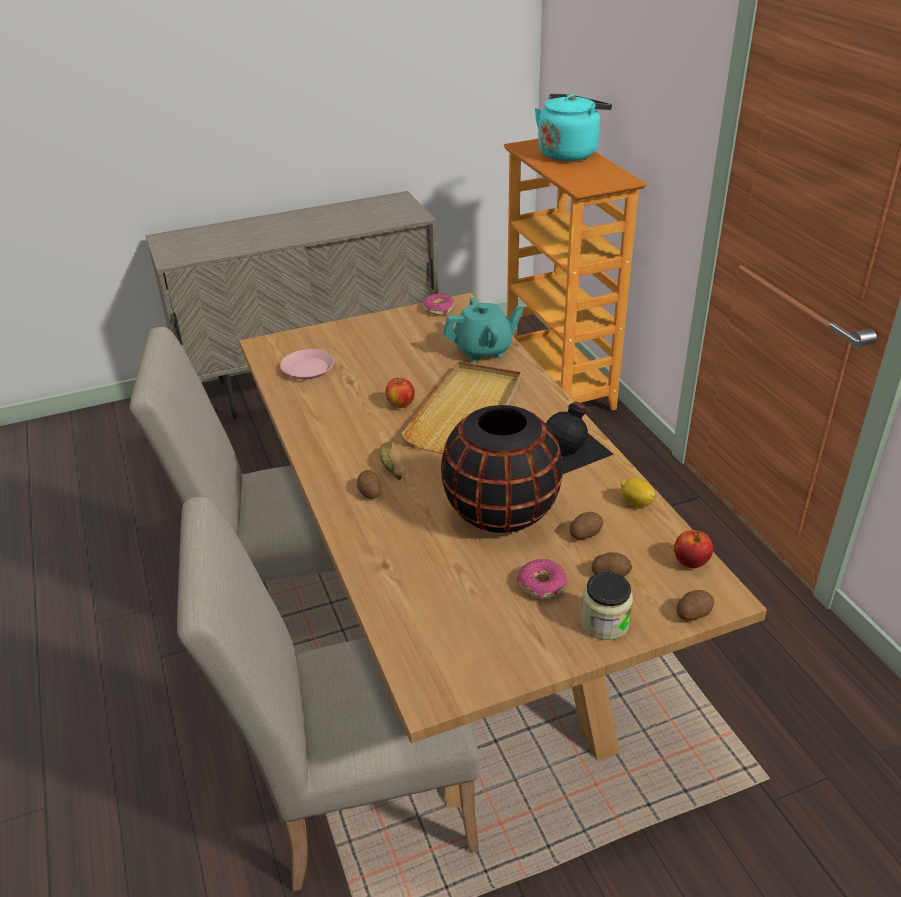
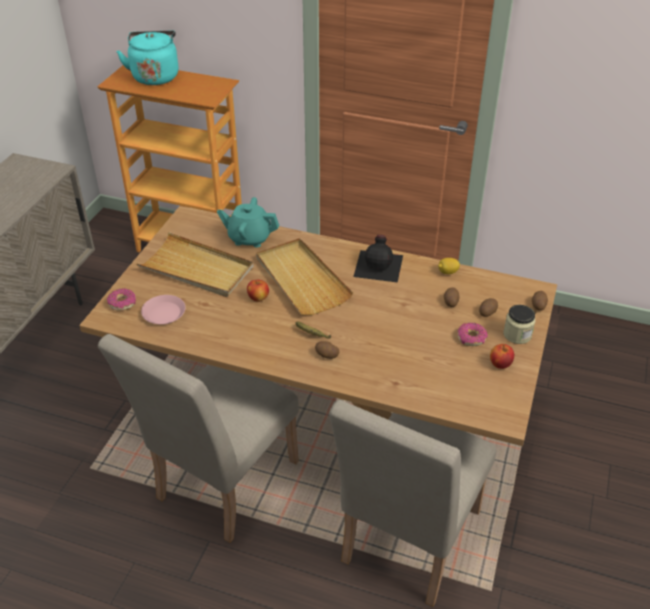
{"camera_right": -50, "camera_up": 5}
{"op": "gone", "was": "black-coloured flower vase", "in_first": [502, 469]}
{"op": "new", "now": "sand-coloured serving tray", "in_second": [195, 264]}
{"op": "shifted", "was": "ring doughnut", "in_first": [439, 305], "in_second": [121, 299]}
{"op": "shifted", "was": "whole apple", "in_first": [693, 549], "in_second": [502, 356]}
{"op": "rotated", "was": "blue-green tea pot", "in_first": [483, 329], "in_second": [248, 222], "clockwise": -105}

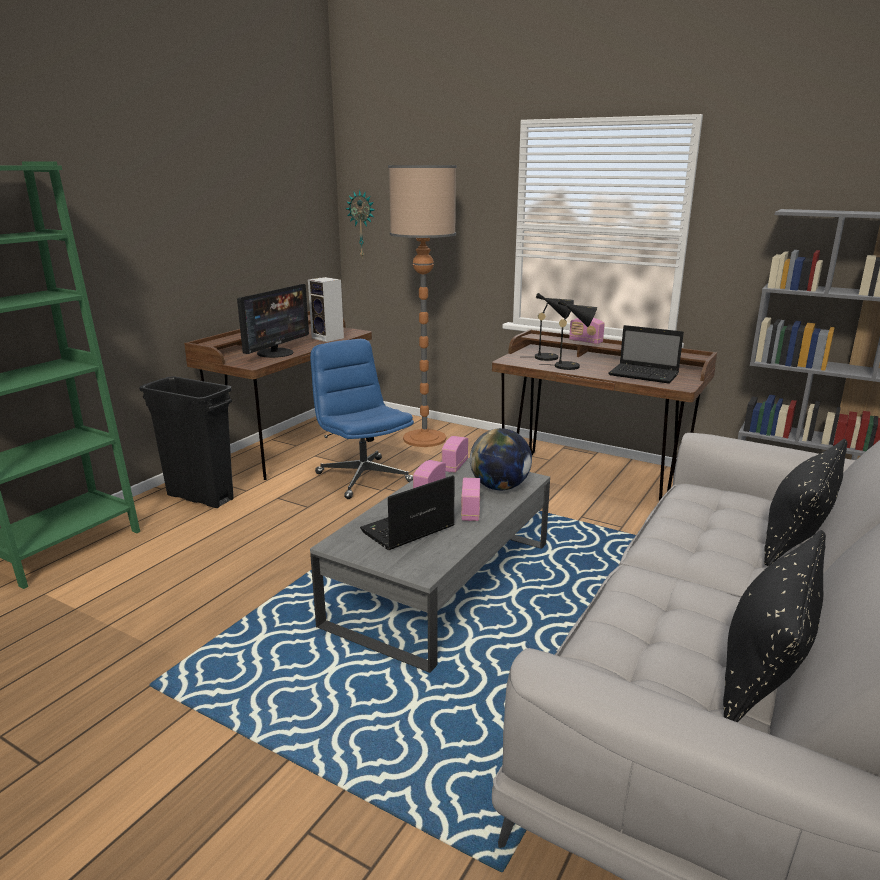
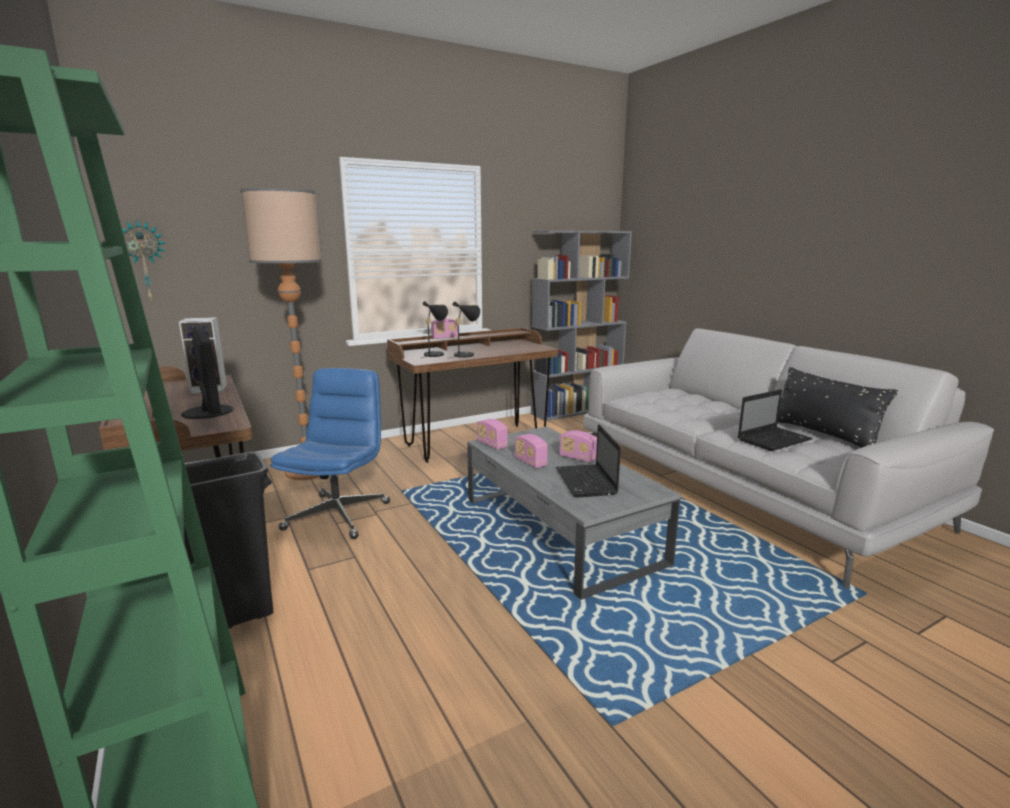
{"camera_right": -60, "camera_up": -5}
{"op": "gone", "was": "desk globe", "in_first": [501, 459]}
{"op": "gone", "was": "black-coloured throw pillow", "in_first": [805, 502]}
{"op": "shifted", "was": "notebook computer", "in_first": [646, 354], "in_second": [775, 420]}
{"op": "rotated", "was": "blue desk chair", "in_first": [362, 419], "in_second": [330, 453], "clockwise": 105}

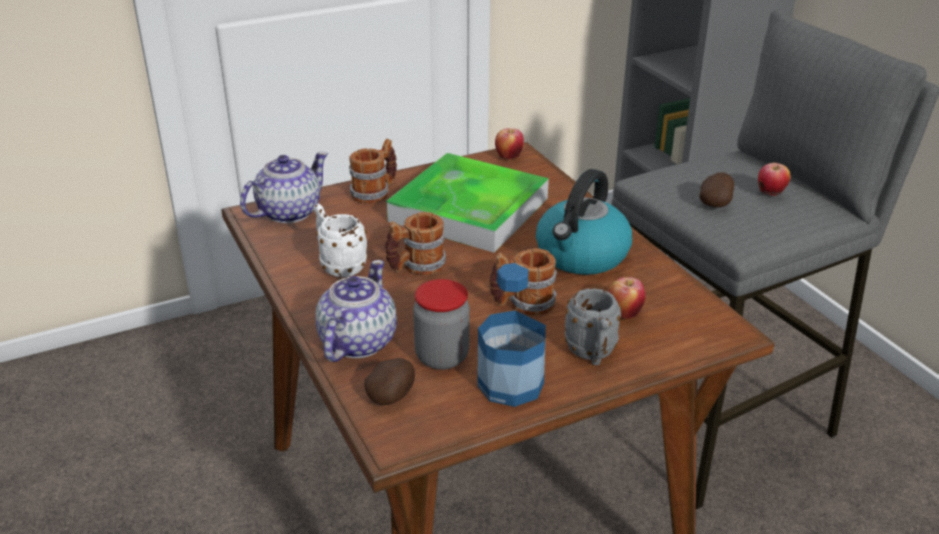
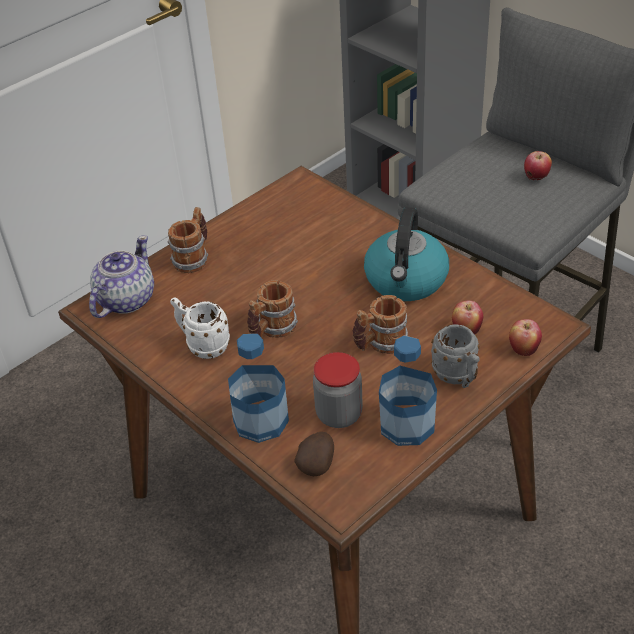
{"camera_right": -15, "camera_up": 10}
{"op": "gone", "was": "serving tray", "in_first": [468, 203]}
{"op": "gone", "was": "whole potato", "in_first": [717, 189]}
{"op": "shifted", "was": "whole apple", "in_first": [509, 144], "in_second": [525, 337]}
{"op": "swapped", "was": "tea pot", "now": "drink bottle", "in_first": [356, 311], "in_second": [258, 388]}

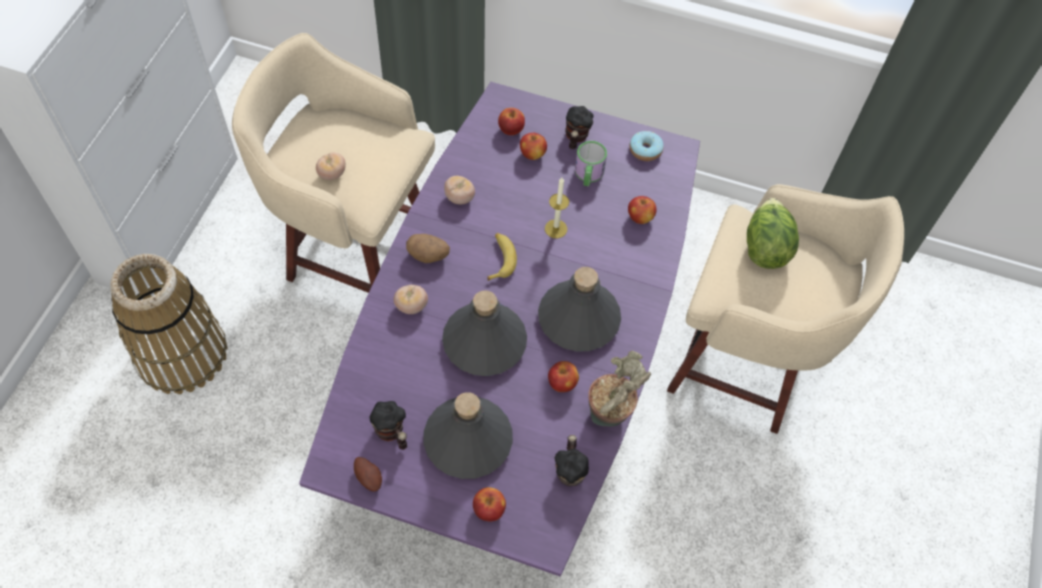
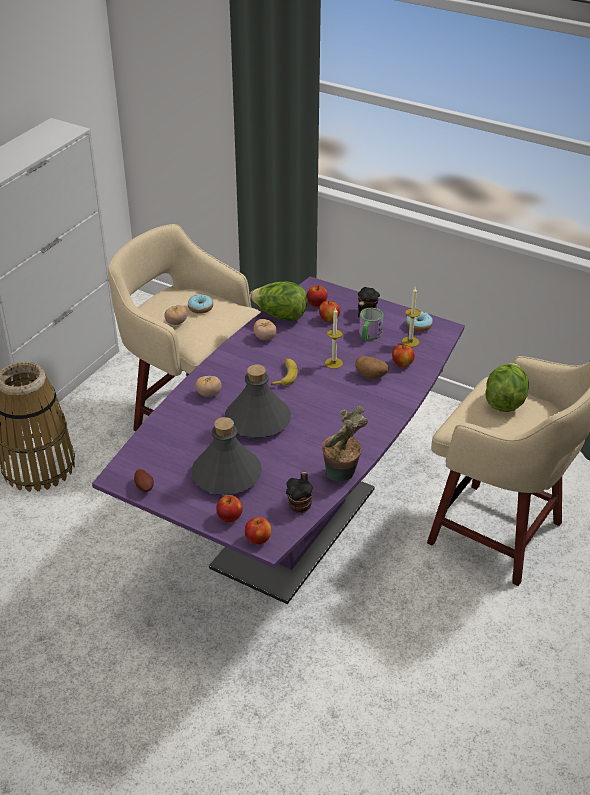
{"camera_right": 15, "camera_up": -20}
{"op": "gone", "was": "coffee mug", "in_first": [388, 425]}
{"op": "gone", "was": "greyish drink bottle", "in_first": [579, 309]}
{"op": "new", "now": "ring doughnut", "in_second": [200, 304]}
{"op": "new", "now": "lettuce", "in_second": [278, 301]}
{"op": "new", "now": "wax light", "in_second": [411, 317]}
{"op": "shifted", "was": "whole potato", "in_first": [428, 248], "in_second": [372, 367]}
{"op": "shifted", "was": "whole apple", "in_first": [563, 376], "in_second": [258, 531]}

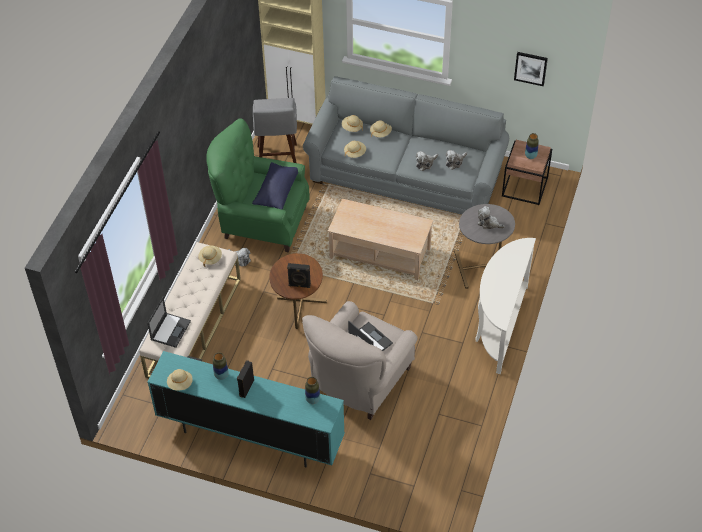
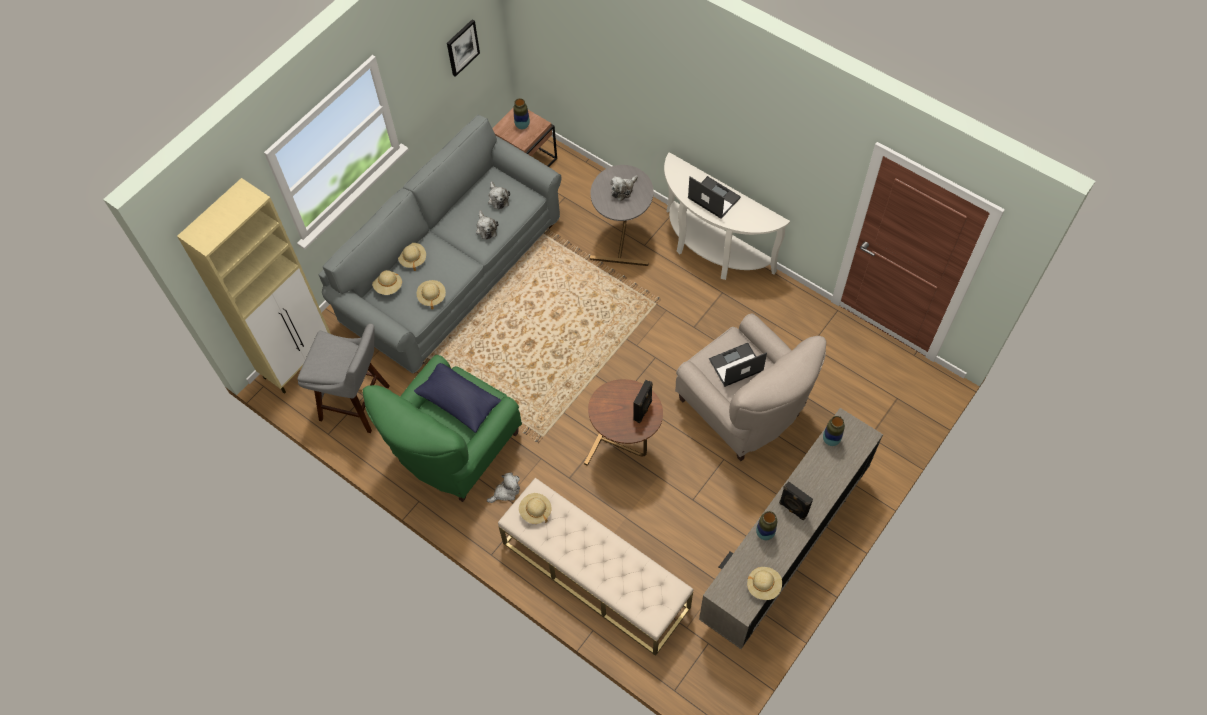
{"camera_right": -70, "camera_up": 10}
{"op": "gone", "was": "sand-coloured coffee table", "in_first": [380, 239]}
{"op": "shifted", "was": "notebook computer", "in_first": [169, 322], "in_second": [714, 197]}
{"op": "repainted", "was": "blue-green tv unit", "now": "sand-coloured tv unit", "in_first": [246, 409], "in_second": [791, 528]}

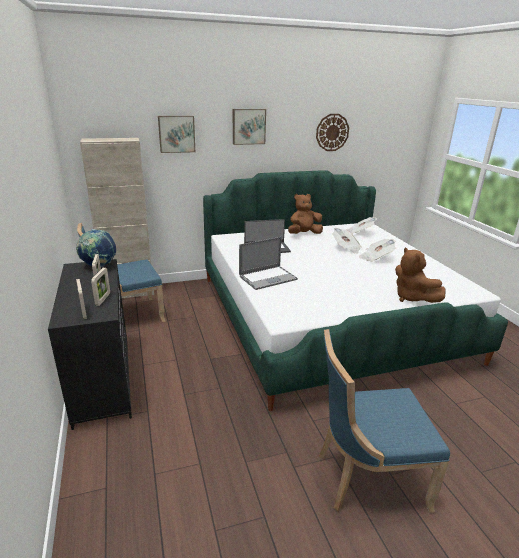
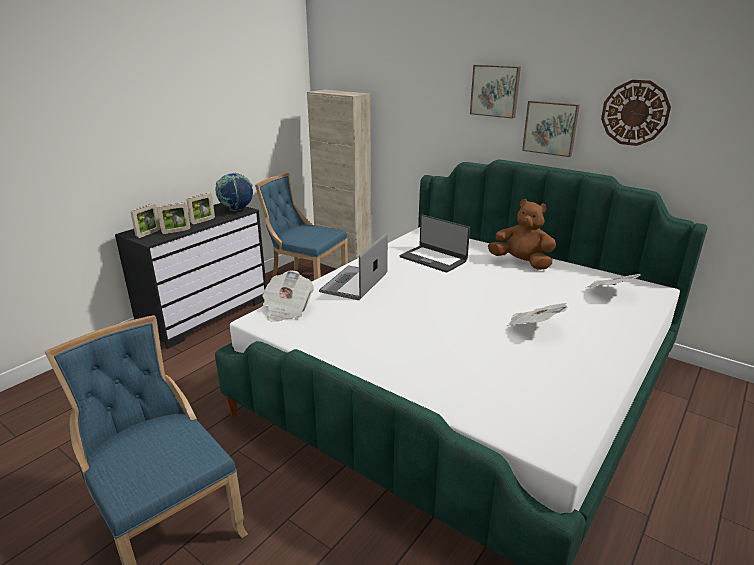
{"camera_right": 55, "camera_up": 0}
{"op": "gone", "was": "brown-coloured plush toy", "in_first": [420, 275]}
{"op": "shifted", "was": "wall art", "in_first": [176, 134], "in_second": [551, 128]}
{"op": "shifted", "was": "newspaper", "in_first": [347, 241], "in_second": [288, 296]}
{"op": "rotated", "was": "notebook computer", "in_first": [268, 263], "in_second": [353, 266], "clockwise": 90}

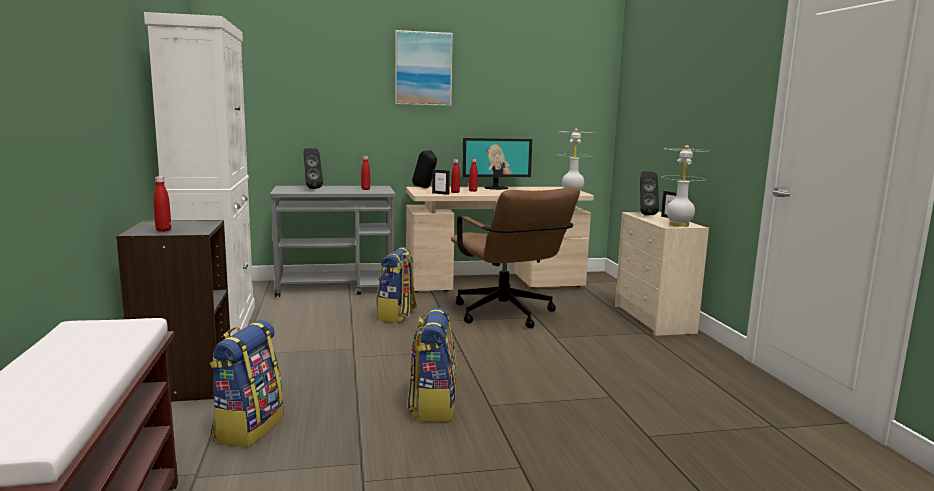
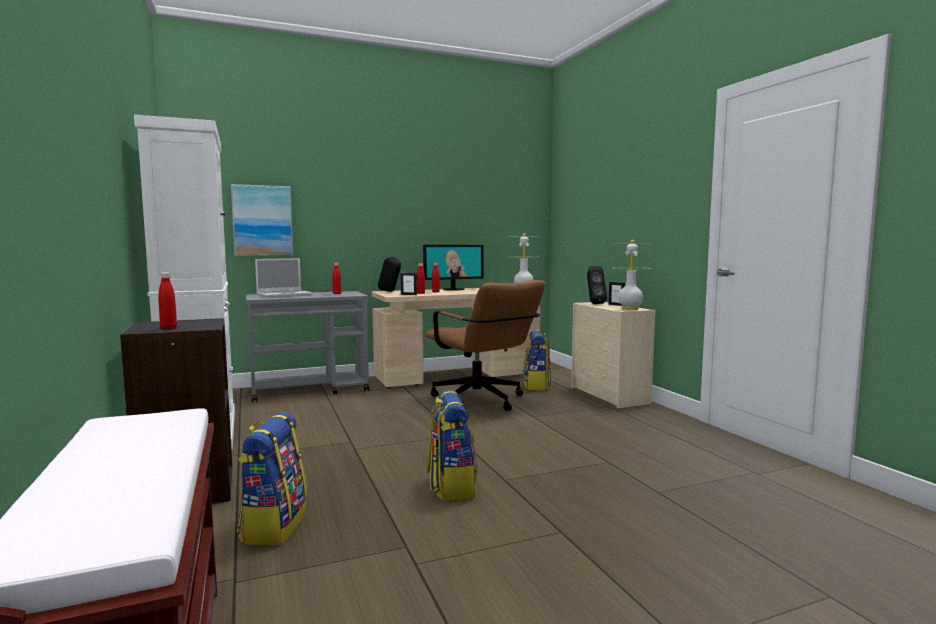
{"camera_right": -10, "camera_up": -5}
{"op": "shifted", "was": "backpack", "in_first": [396, 285], "in_second": [537, 360]}
{"op": "shifted", "was": "wall art", "in_first": [424, 68], "in_second": [262, 220]}
{"op": "swapped", "was": "black-coloured audio speaker", "now": "notebook computer", "in_first": [313, 168], "in_second": [283, 278]}

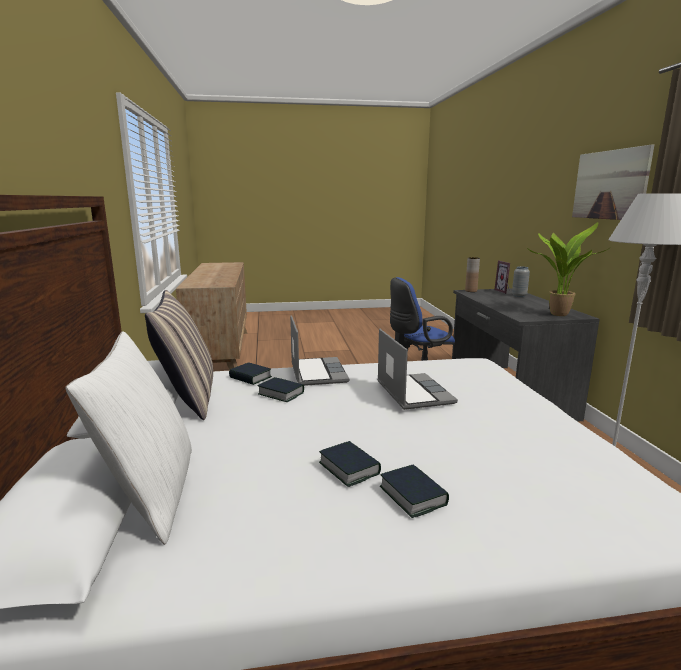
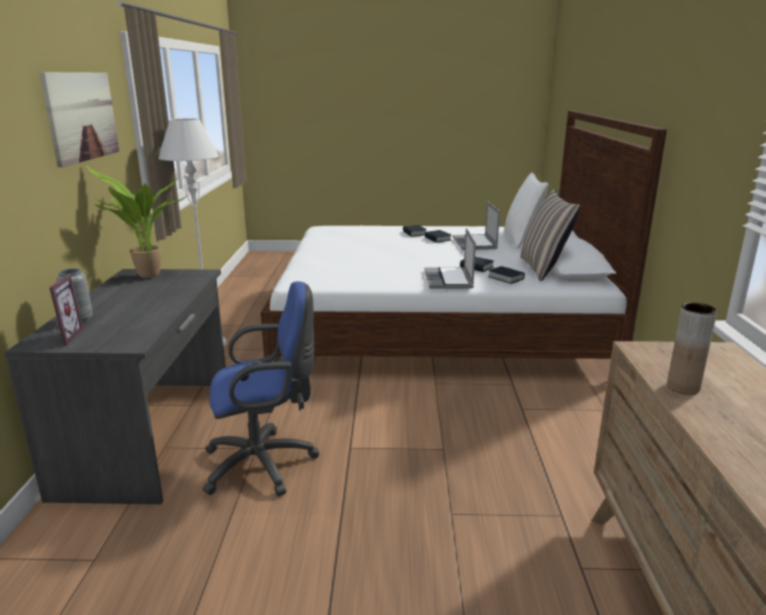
{"camera_right": -170, "camera_up": 5}
{"op": "shifted", "was": "notebook computer", "in_first": [417, 369], "in_second": [476, 225]}
{"op": "shifted", "was": "brown-coloured flower vase", "in_first": [472, 274], "in_second": [692, 348]}

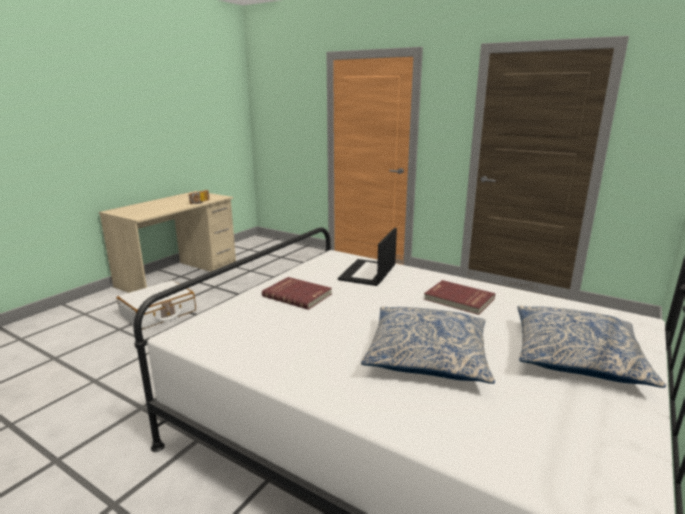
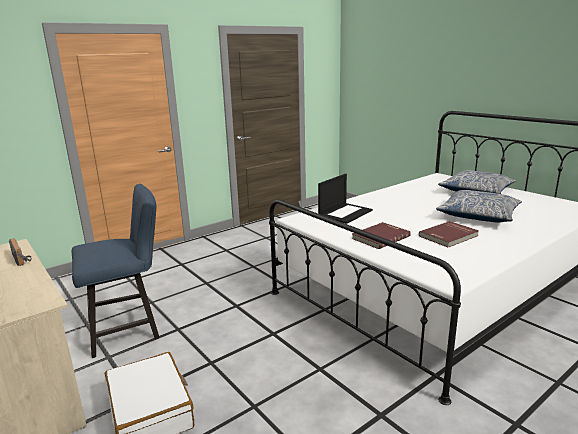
{"camera_right": -70, "camera_up": 0}
{"op": "new", "now": "blue upright chair", "in_second": [115, 271]}
{"op": "shifted", "was": "red-coloured book", "in_first": [459, 297], "in_second": [449, 234]}
{"op": "rotated", "was": "notebook computer", "in_first": [367, 257], "in_second": [345, 199], "clockwise": -90}

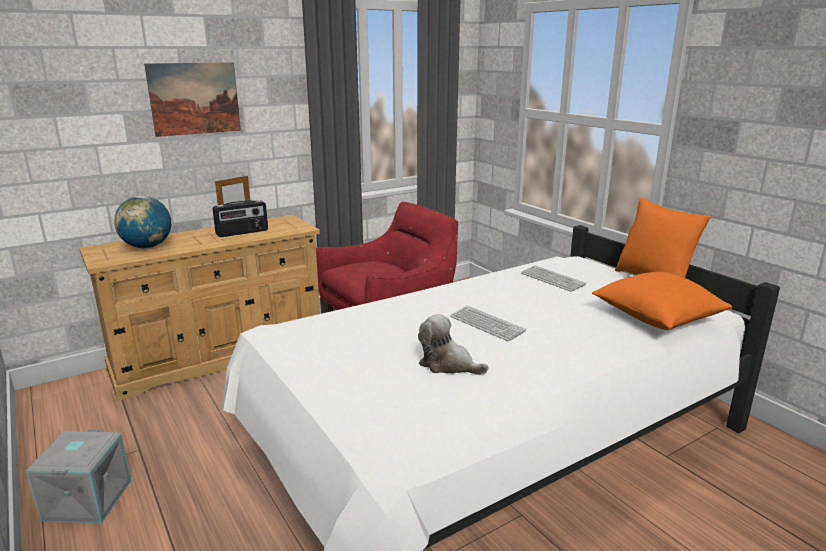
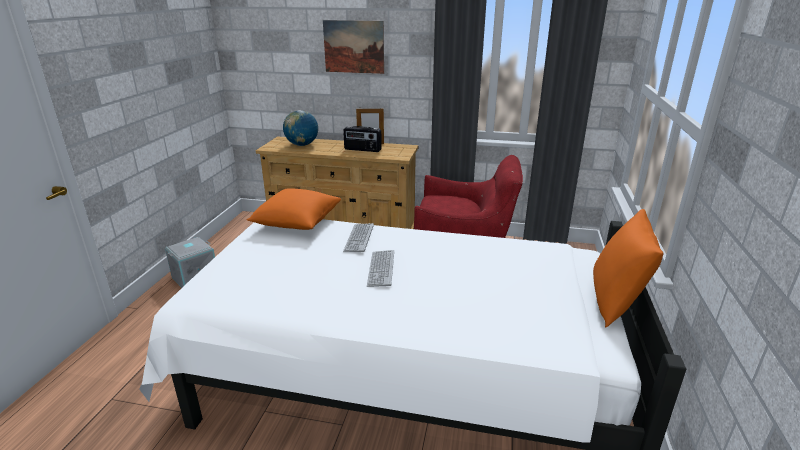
{"camera_right": 45, "camera_up": 5}
{"op": "gone", "was": "plush toy", "in_first": [453, 344]}
{"op": "shifted", "was": "computer keyboard", "in_first": [553, 278], "in_second": [358, 237]}
{"op": "shifted", "was": "orange throw pillow", "in_first": [662, 301], "in_second": [293, 209]}

